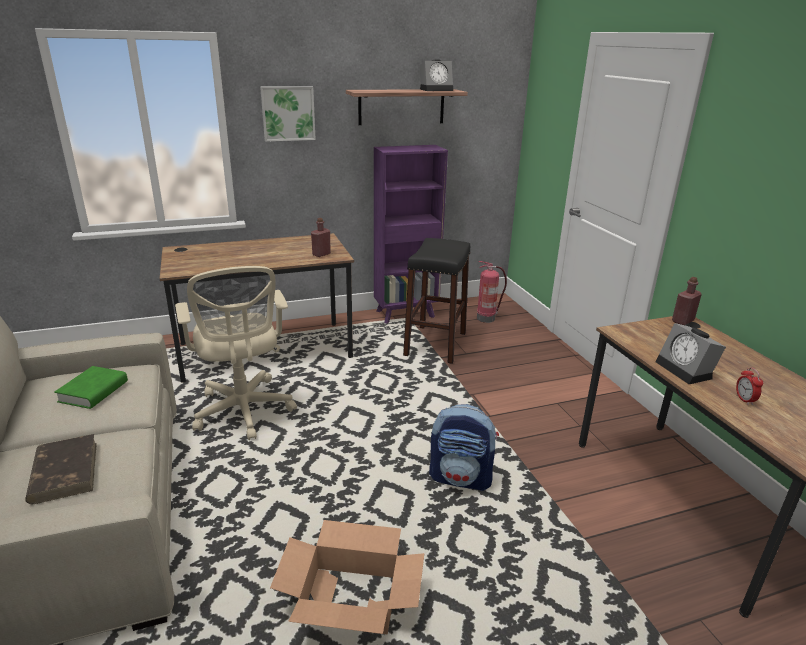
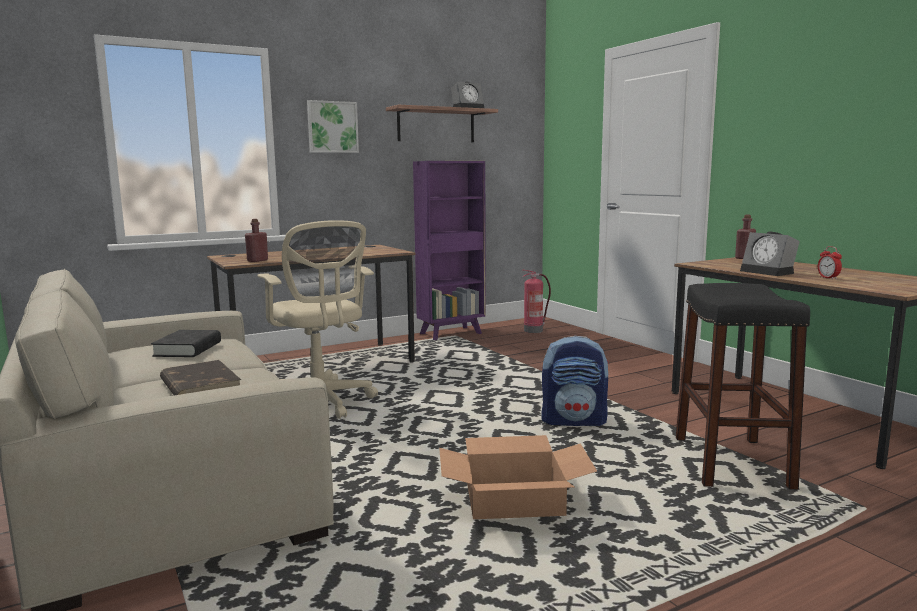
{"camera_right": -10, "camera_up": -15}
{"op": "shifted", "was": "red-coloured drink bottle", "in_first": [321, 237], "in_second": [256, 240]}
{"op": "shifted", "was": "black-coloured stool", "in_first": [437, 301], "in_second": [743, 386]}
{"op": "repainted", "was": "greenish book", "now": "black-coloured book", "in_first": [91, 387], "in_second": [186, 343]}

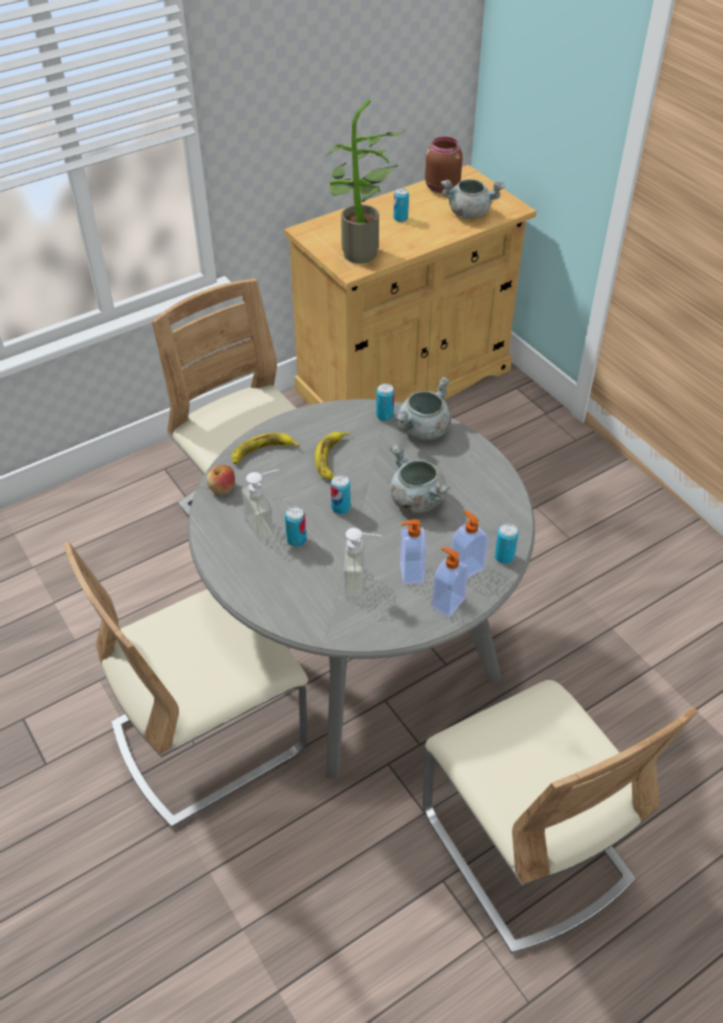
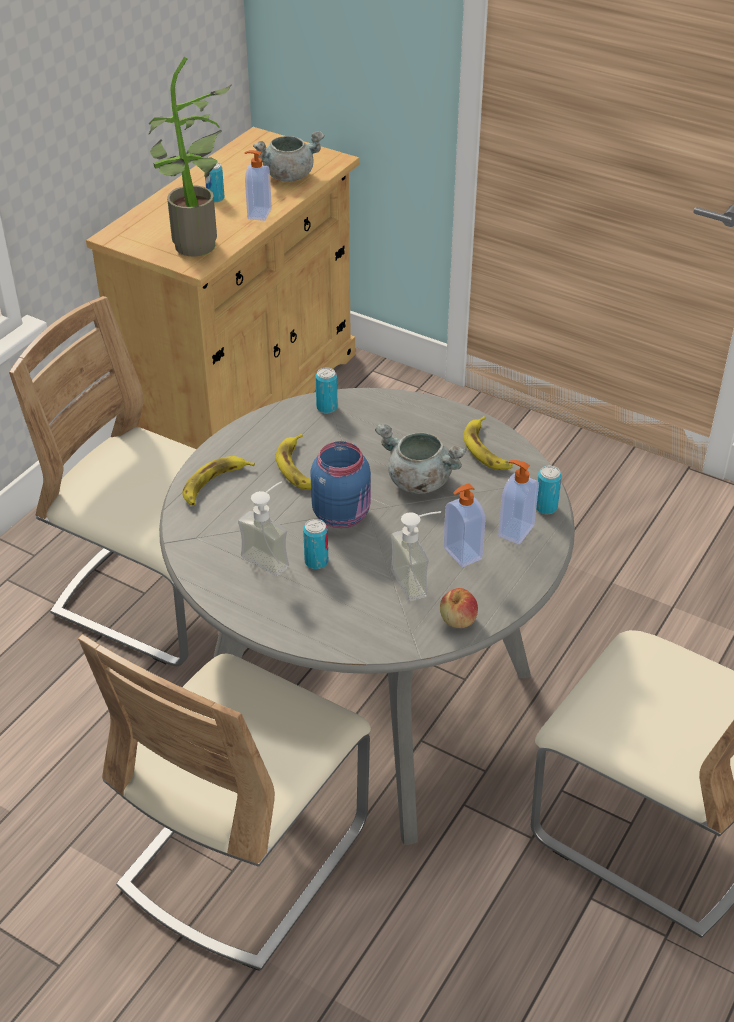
{"camera_right": -25, "camera_up": -5}
{"op": "gone", "was": "greyish saucepot", "in_first": [423, 408]}
{"op": "gone", "was": "brown-coloured storage jar", "in_first": [444, 165]}
{"op": "new", "now": "banana fruit", "in_second": [488, 443]}
{"op": "shifted", "was": "whole apple", "in_first": [221, 480], "in_second": [459, 608]}
{"op": "shifted", "was": "liquid soap bottle", "in_first": [450, 582], "in_second": [258, 185]}
{"op": "swapped", "was": "sealed can", "now": "blue storage jar", "in_first": [341, 494], "in_second": [340, 484]}

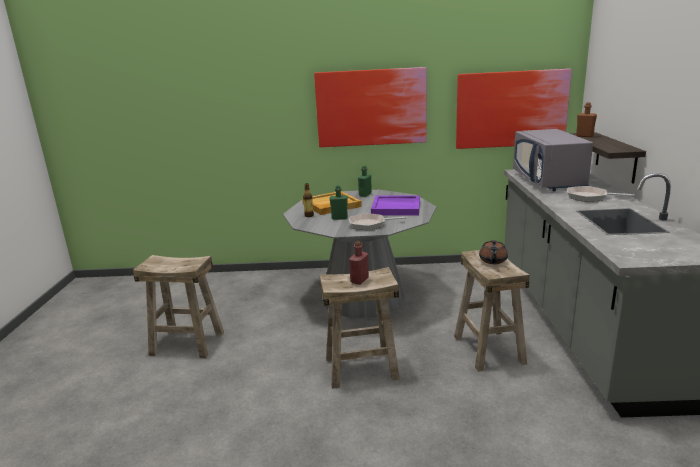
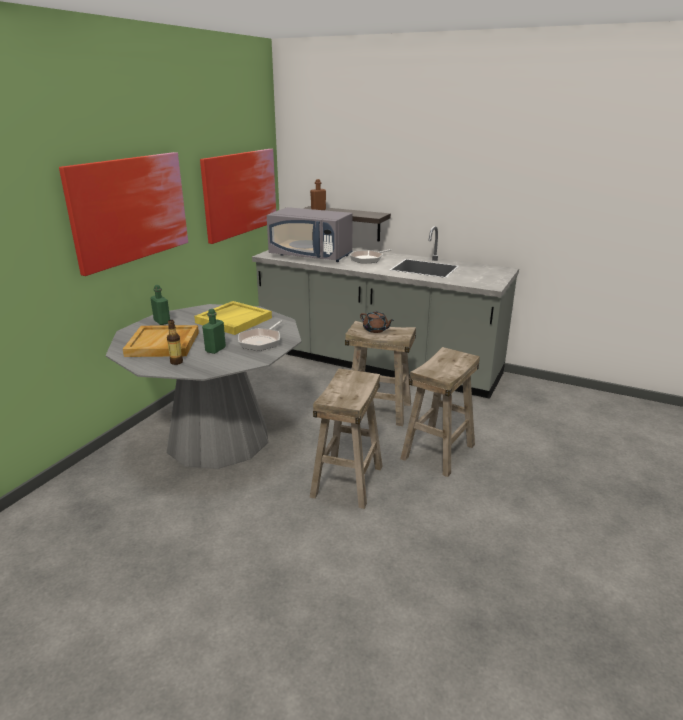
{"camera_right": -65, "camera_up": 5}
{"op": "gone", "was": "red-coloured drink bottle", "in_first": [359, 263]}
{"op": "shifted", "was": "sand-coloured stool", "in_first": [178, 306], "in_second": [440, 412]}
{"op": "repainted", "was": "purple-coloured serving tray", "now": "yellow serving tray", "in_first": [395, 205], "in_second": [233, 318]}

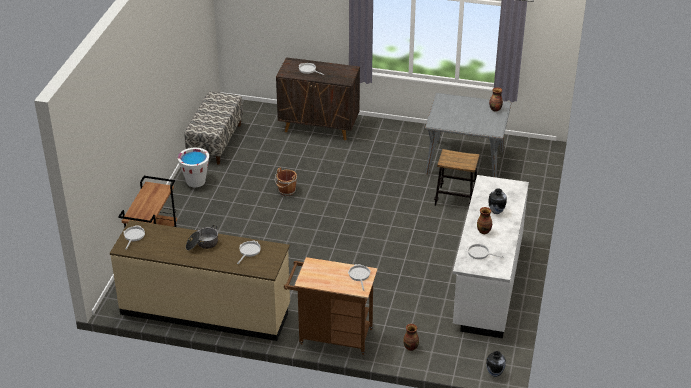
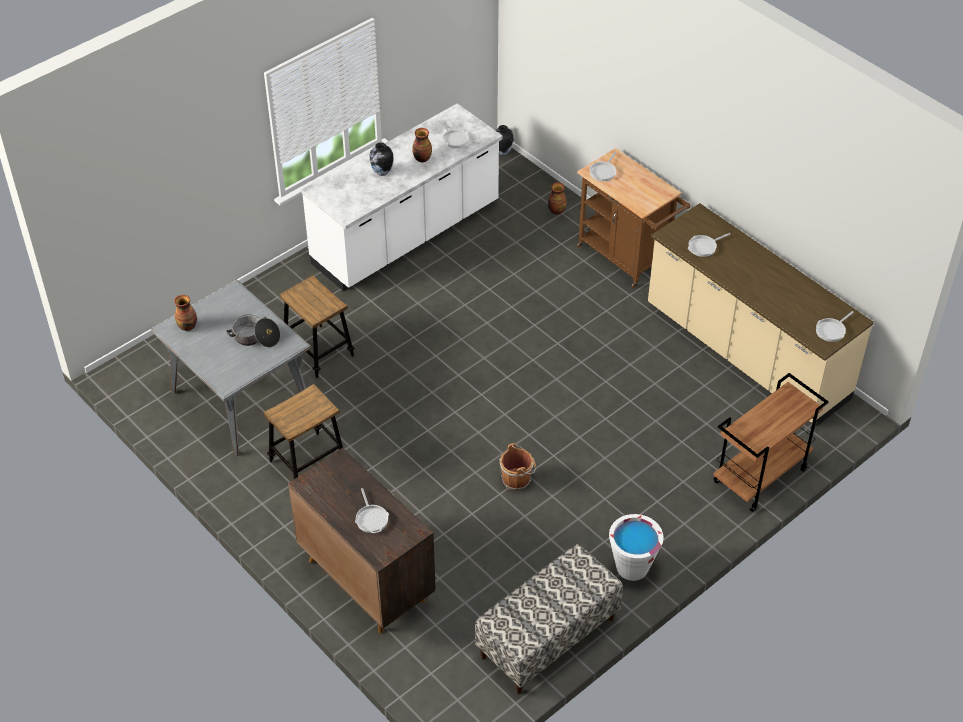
{"camera_right": -145, "camera_up": 10}
{"op": "new", "now": "stool", "in_second": [303, 431]}
{"op": "shifted", "was": "saucepot", "in_first": [202, 237], "in_second": [253, 330]}

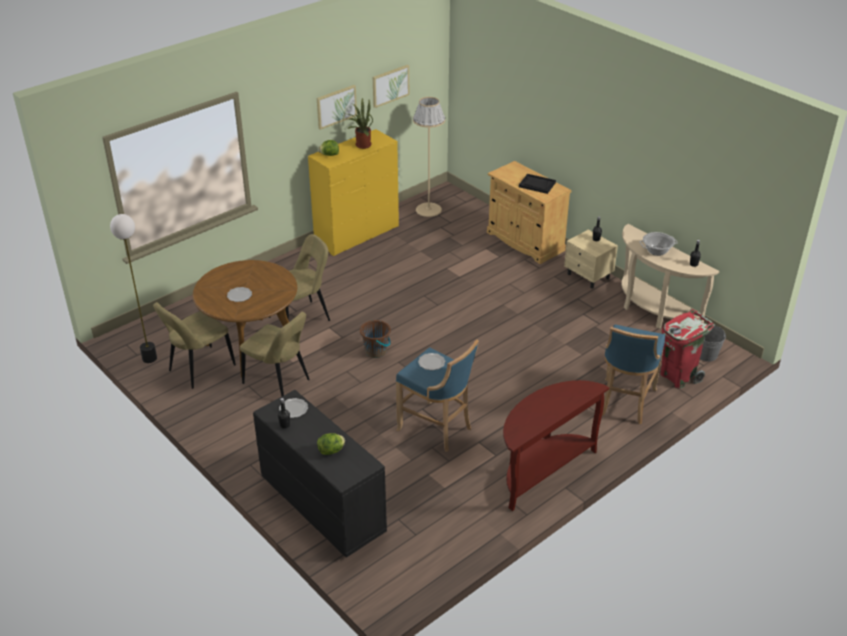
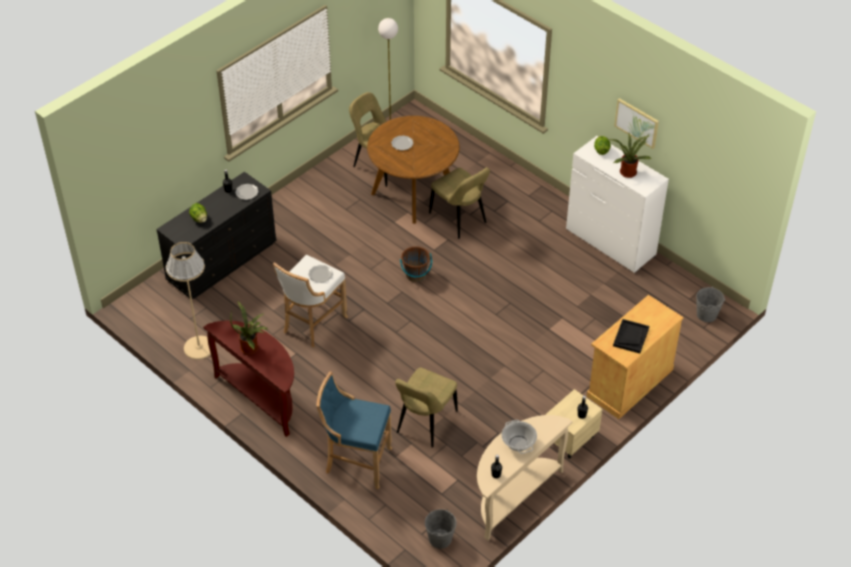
{"camera_right": 85, "camera_up": 10}
{"op": "gone", "was": "wall art", "in_first": [391, 86]}
{"op": "gone", "was": "red-coloured rubbish bin", "in_first": [688, 349]}
{"op": "new", "now": "plant in a pot", "in_second": [249, 328]}
{"op": "new", "now": "greyish bucket", "in_second": [710, 304]}
{"op": "shifted", "was": "sand-coloured upright chair", "in_first": [275, 354], "in_second": [426, 407]}
{"op": "shifted", "was": "sand-coloured floor lamp", "in_first": [429, 157], "in_second": [188, 301]}
{"op": "repainted", "was": "yellow chest of drawers", "now": "white-coloured chest of drawers", "in_first": [353, 192], "in_second": [617, 204]}
{"op": "repainted", "was": "blue stool", "now": "white-coloured stool", "in_first": [437, 395], "in_second": [310, 301]}

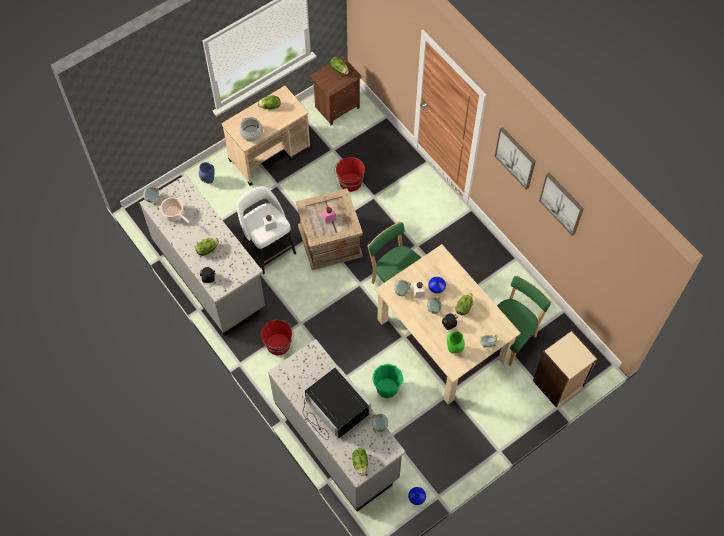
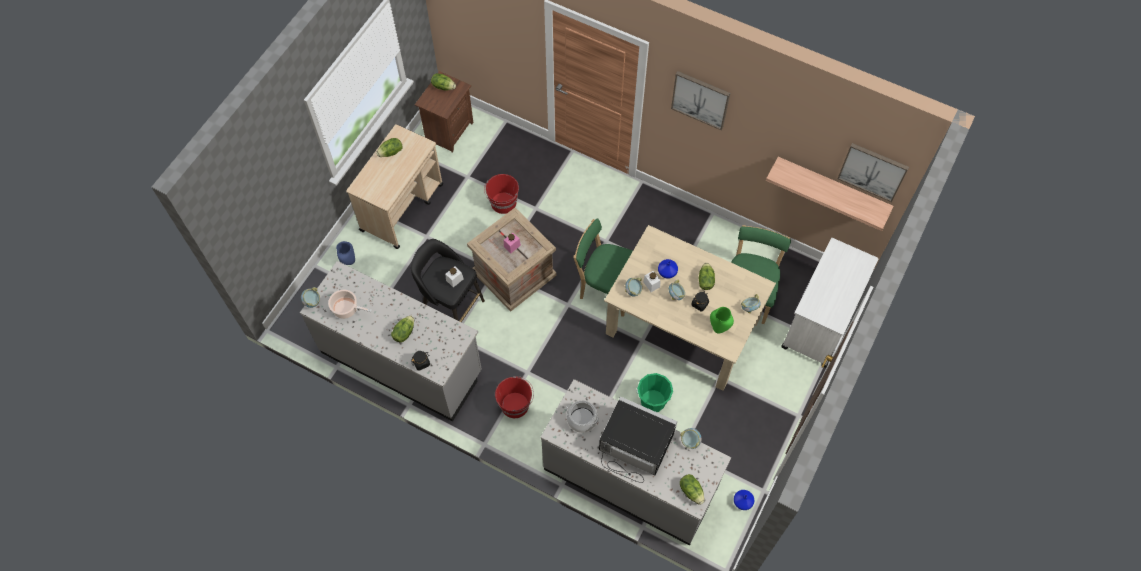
{"camera_right": -25, "camera_up": 0}
{"op": "new", "now": "shelf", "in_second": [830, 194]}
{"op": "shifted", "was": "saucepot", "in_first": [251, 129], "in_second": [582, 417]}
{"op": "shifted", "was": "wall art", "in_first": [561, 204], "in_second": [873, 172]}
{"op": "swapped", "was": "sand-coloured bookcase", "now": "white-coloured trolley", "in_first": [565, 369], "in_second": [830, 303]}
{"op": "repainted", "was": "white-coloured stool", "now": "black-coloured stool", "in_first": [266, 230], "in_second": [448, 280]}

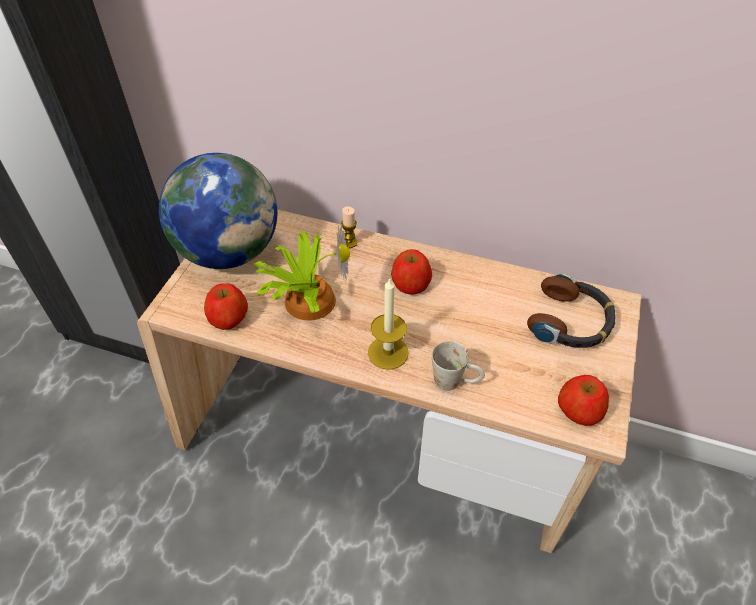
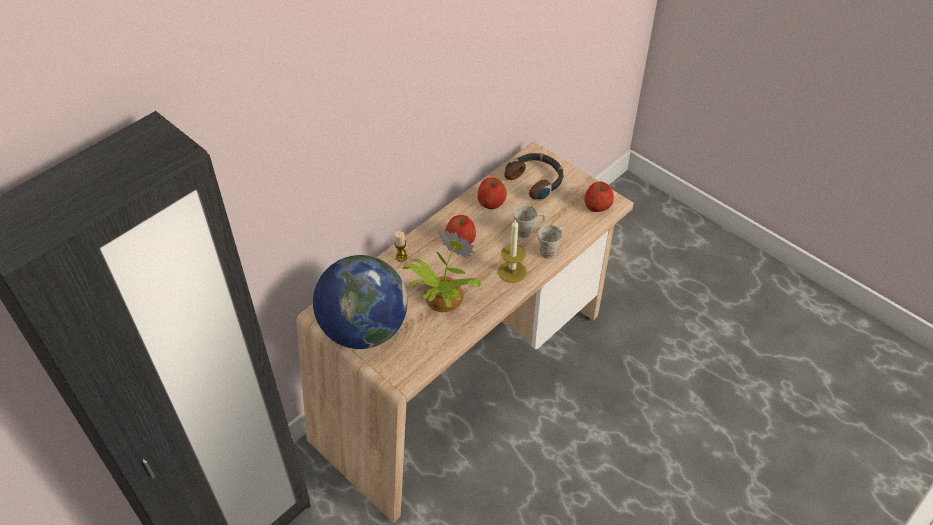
{"camera_right": -65, "camera_up": 0}
{"op": "new", "now": "white-coloured coffee mug", "in_second": [530, 221]}
{"op": "shifted", "was": "whole apple", "in_first": [226, 306], "in_second": [492, 193]}

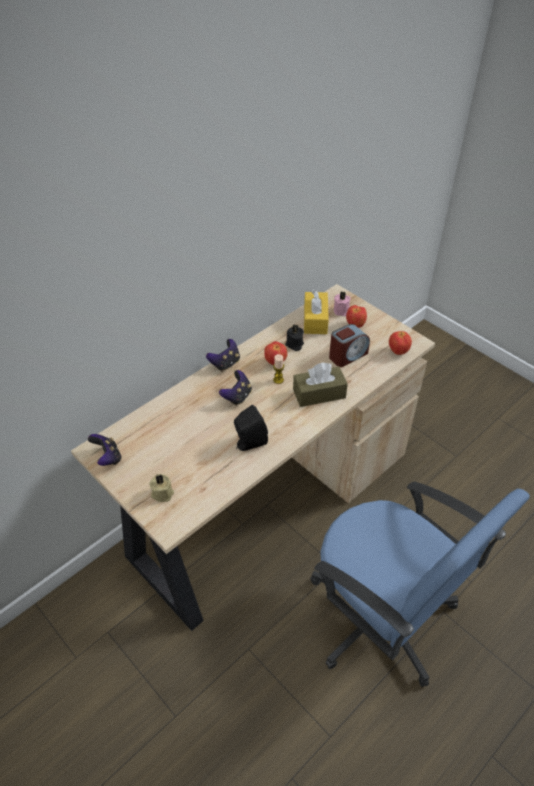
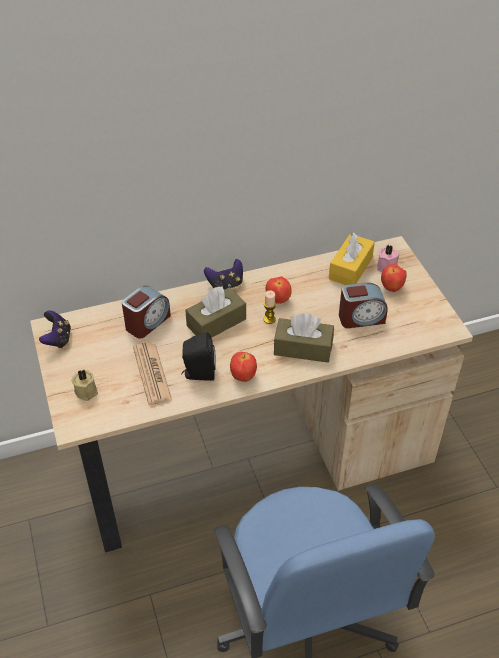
{"camera_right": 25, "camera_up": 0}
{"op": "gone", "was": "black-coloured wax light", "in_first": [294, 338]}
{"op": "new", "now": "bedside clock", "in_second": [146, 312]}
{"op": "new", "now": "newspaper", "in_second": [152, 373]}
{"op": "shifted", "was": "whole apple", "in_first": [400, 343], "in_second": [243, 367]}
{"op": "swapped", "was": "game controller", "now": "brown-coloured tissue box", "in_first": [235, 388], "in_second": [215, 312]}

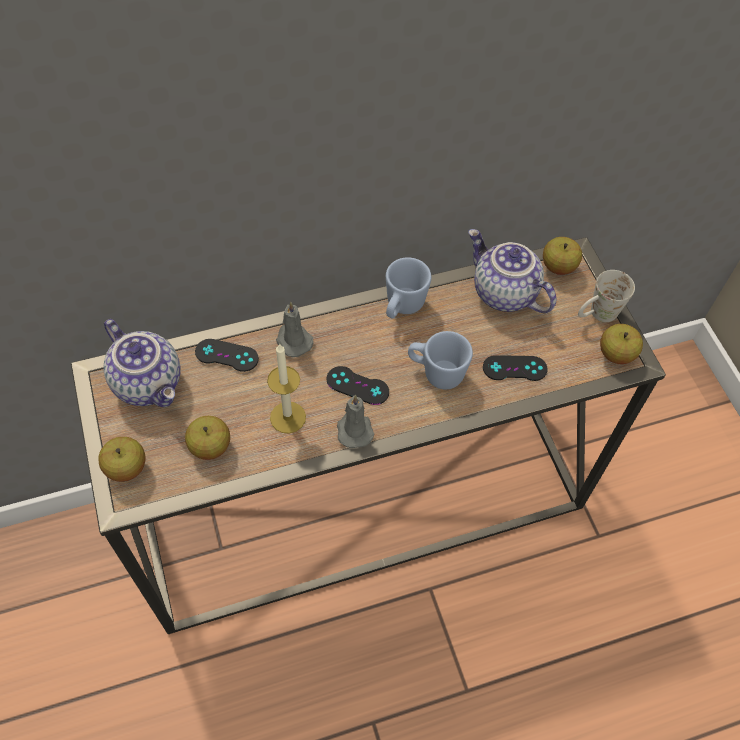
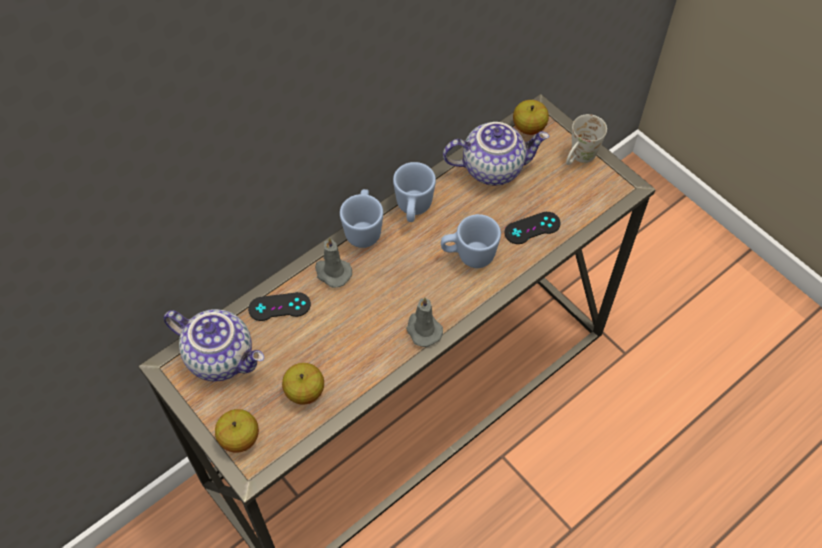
{"camera_right": -20, "camera_up": 0}
{"op": "gone", "was": "wax light", "in_first": [286, 388]}
{"op": "gone", "was": "black-coloured game controller", "in_first": [358, 385]}
{"op": "gone", "was": "whole apple", "in_first": [621, 344]}
{"op": "new", "now": "blue coffee mug", "in_second": [361, 218]}
{"op": "rotated", "was": "tea pot", "in_first": [512, 271], "in_second": [496, 153], "clockwise": 150}

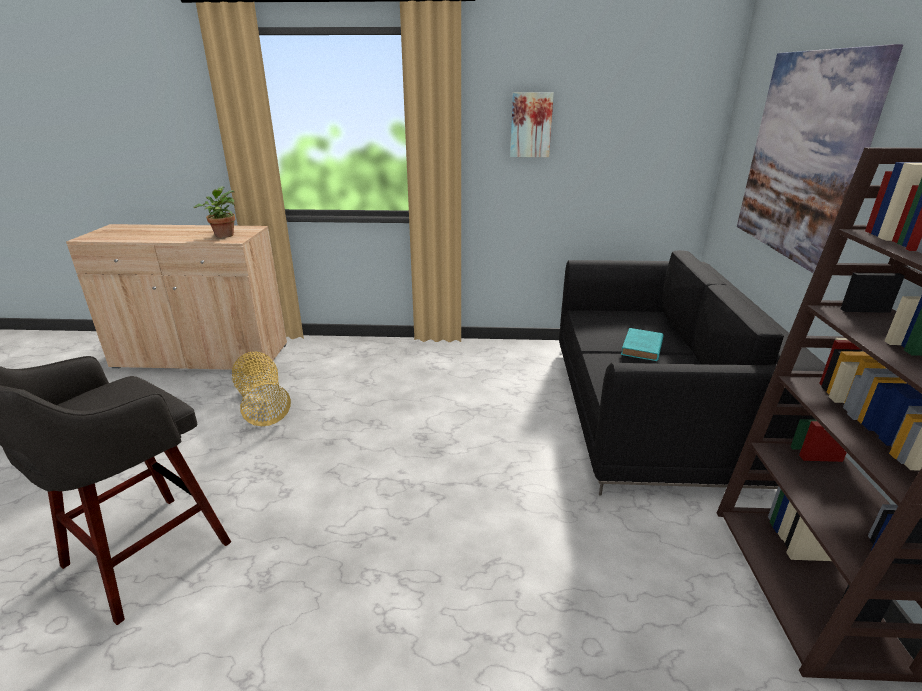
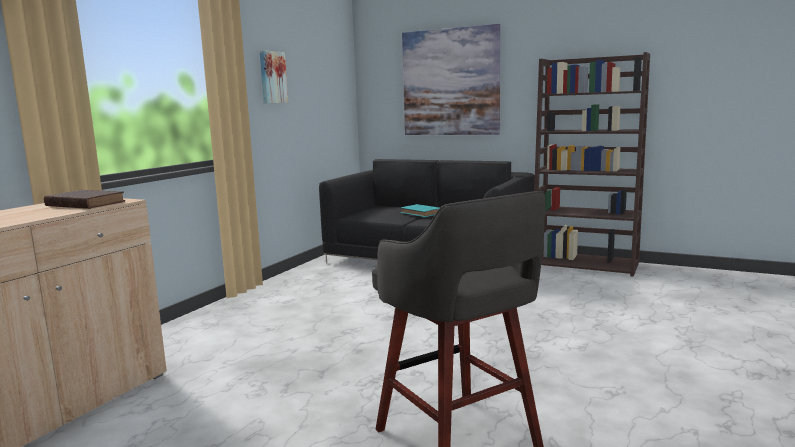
{"camera_right": -65, "camera_up": -15}
{"op": "gone", "was": "storage basket", "in_first": [261, 389]}
{"op": "swapped", "was": "plant in a pot", "now": "brown-coloured book", "in_first": [214, 212], "in_second": [84, 199]}

